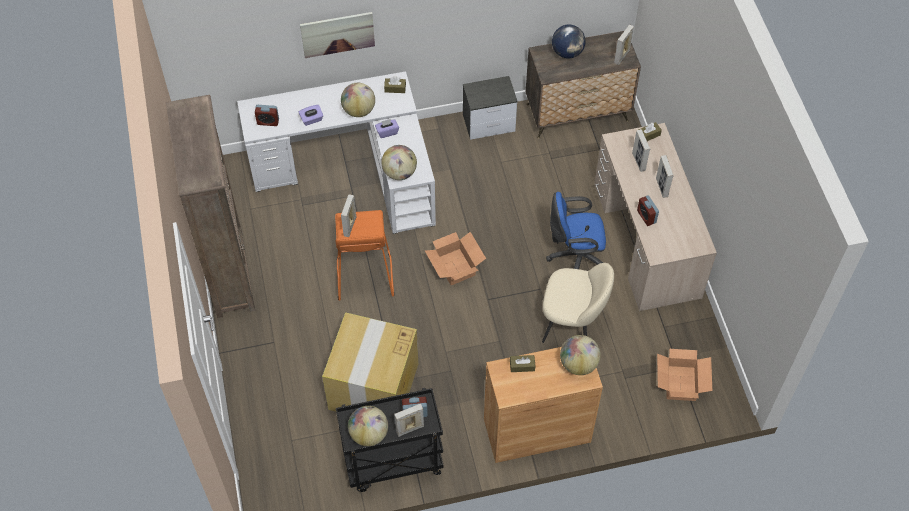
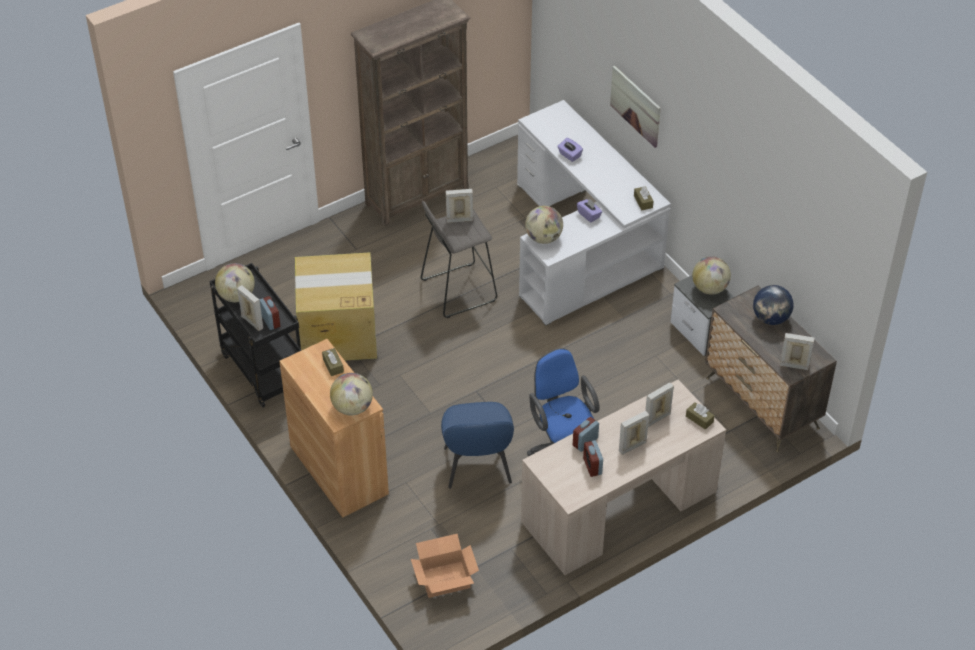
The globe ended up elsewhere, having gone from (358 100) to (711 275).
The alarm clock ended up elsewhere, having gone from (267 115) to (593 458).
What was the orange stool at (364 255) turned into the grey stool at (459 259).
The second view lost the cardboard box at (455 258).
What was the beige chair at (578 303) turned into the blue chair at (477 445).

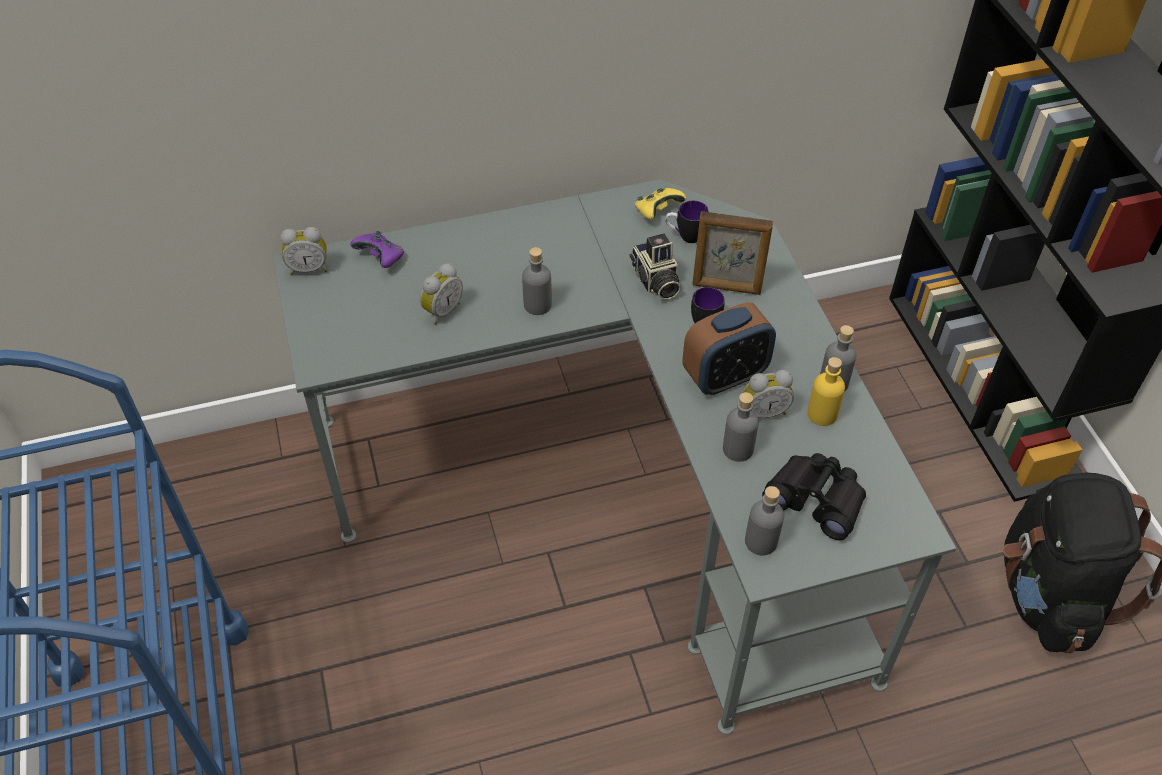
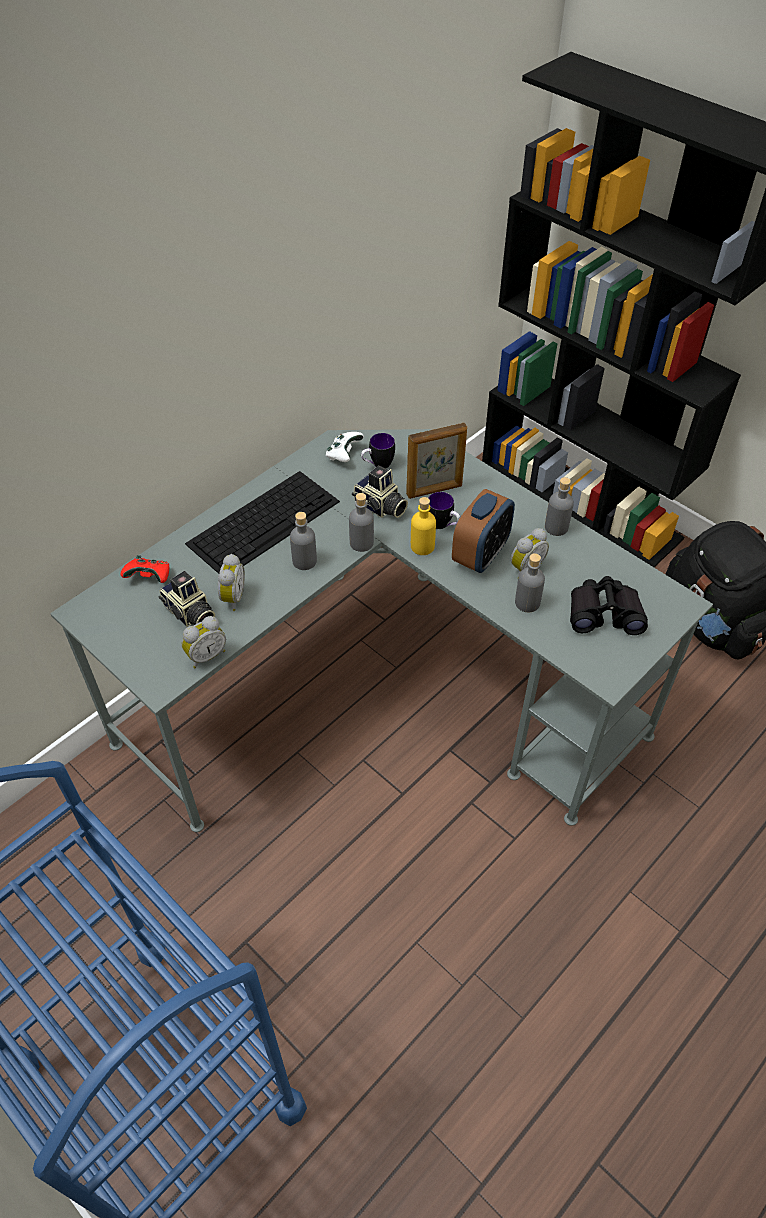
What was the yellow game controller at (660 204) turned into the white game controller at (345 447).
The alarm clock ended up elsewhere, having gone from (304 251) to (204 642).
What was the purple game controller at (377 249) turned into the red game controller at (145 569).
The yellow bottle ended up elsewhere, having gone from (826 391) to (423 526).
The grey bottle ended up elsewhere, having gone from (764 520) to (361 522).
The second view gained the keyboard at (262 522).
The second view gained the photo camera at (187 599).

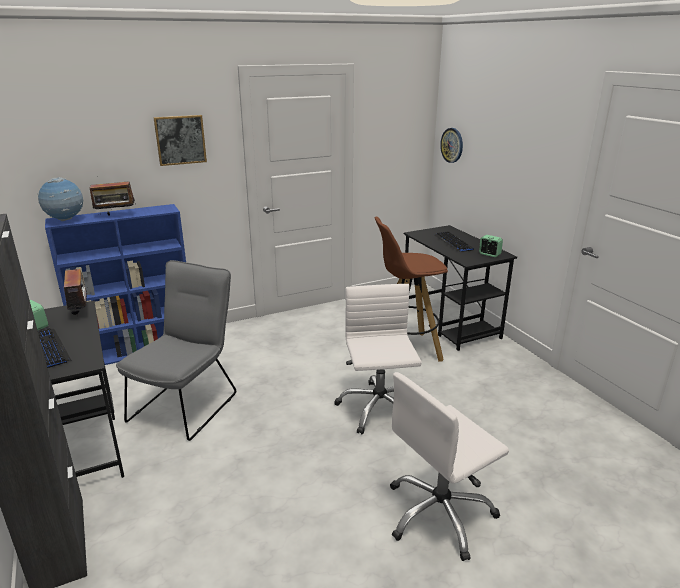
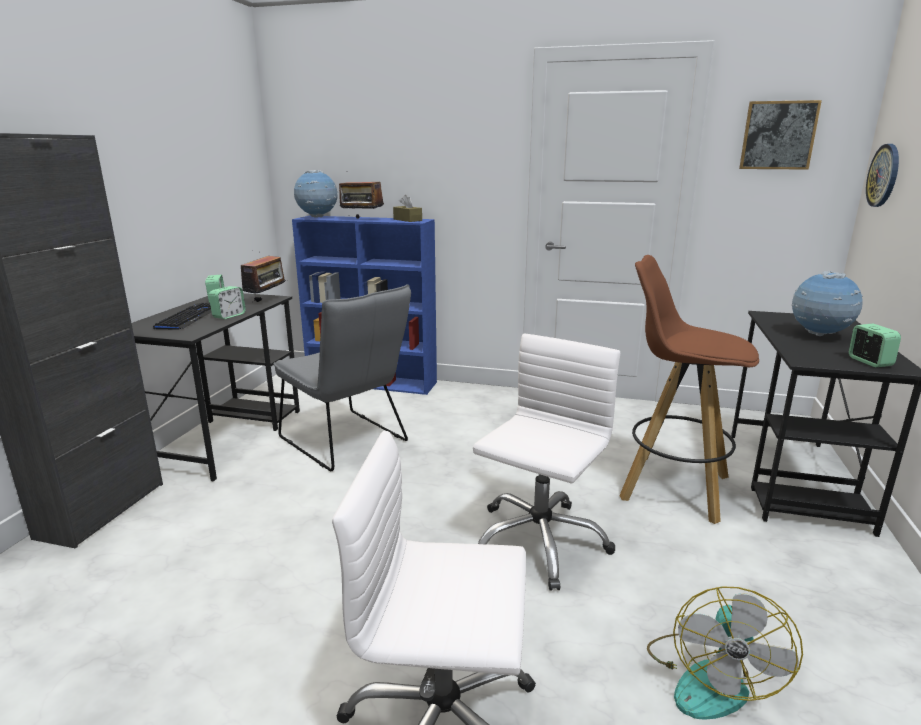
The picture ended up elsewhere, having gone from (180 140) to (780 135).
Where the keyboard stood at (454 241), the globe came to stand at (827 303).
The grey chair at (176 350) ended up facing another way, 75 degrees clockwise from before.
The second view gained the brown tissue box at (407 208).
The second view gained the alarm clock at (227 302).
The second view gained the fan at (725 653).

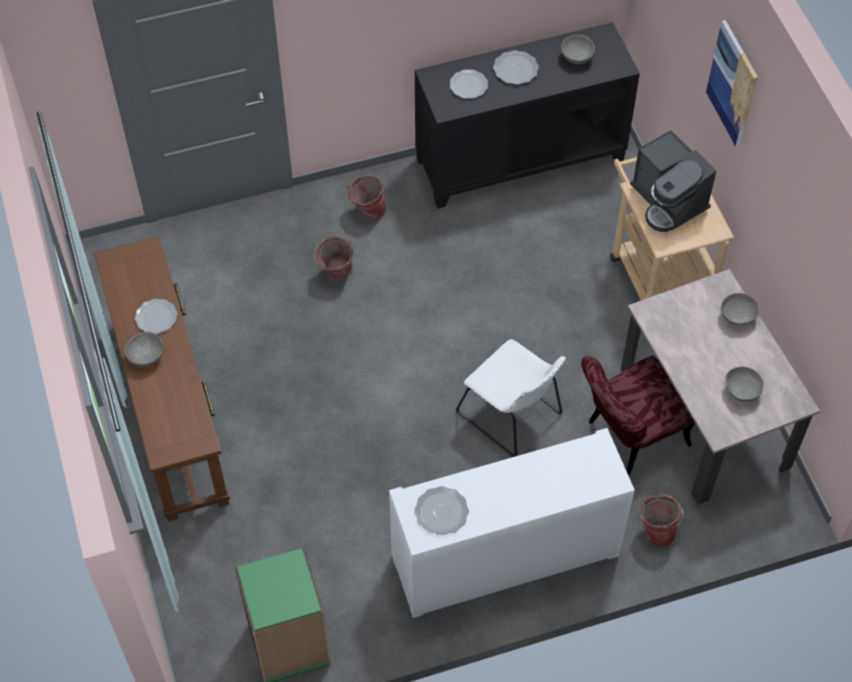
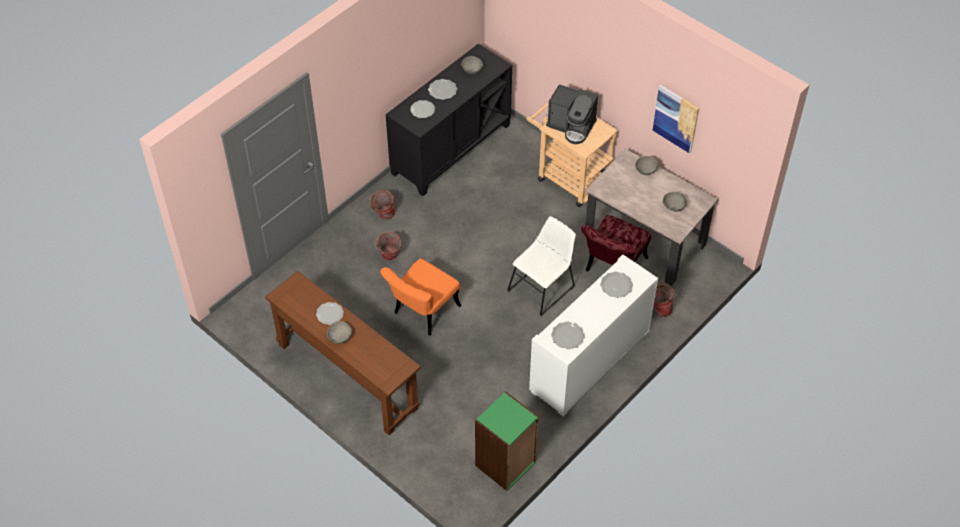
The picture ended up elsewhere, having gone from (732 84) to (676 119).
The white chair at (511 398) ended up facing another way, 60 degrees counterclockwise from before.
The second view gained the orange chair at (420 297).
The second view gained the plate at (616 285).

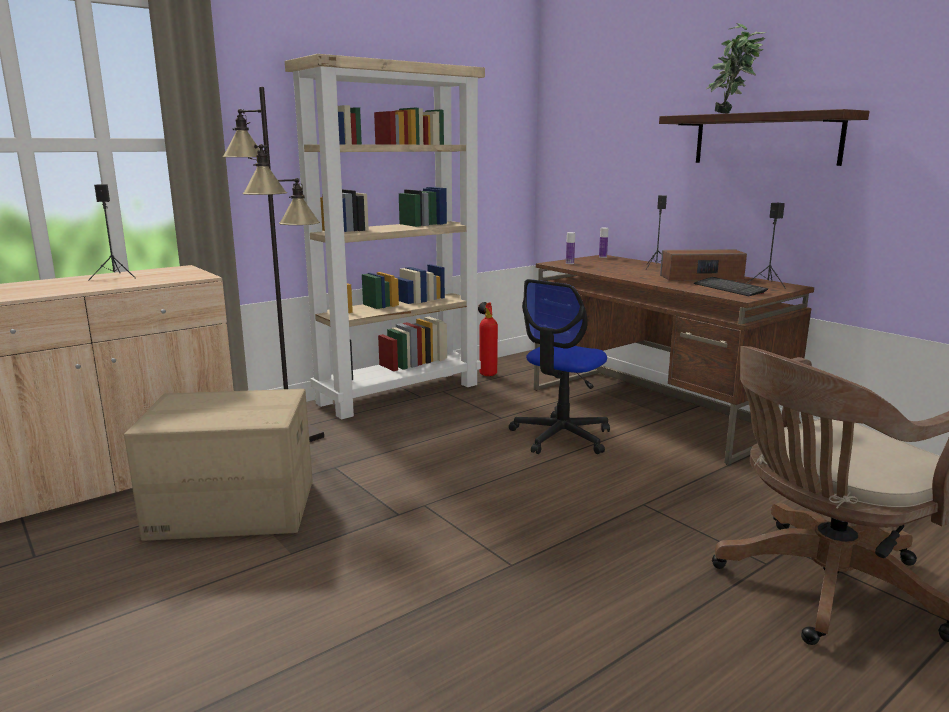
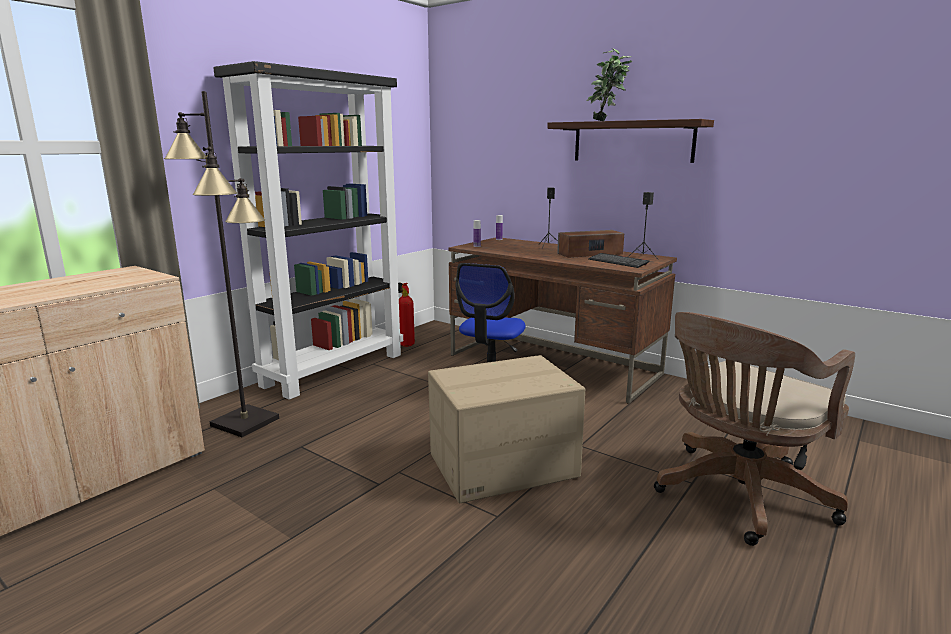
What was the beige bookcase at (385 236) turned into the black bookcase at (308 230).
The second view lost the black speaker at (112 232).
The cardboard box ended up elsewhere, having gone from (218 465) to (506 429).

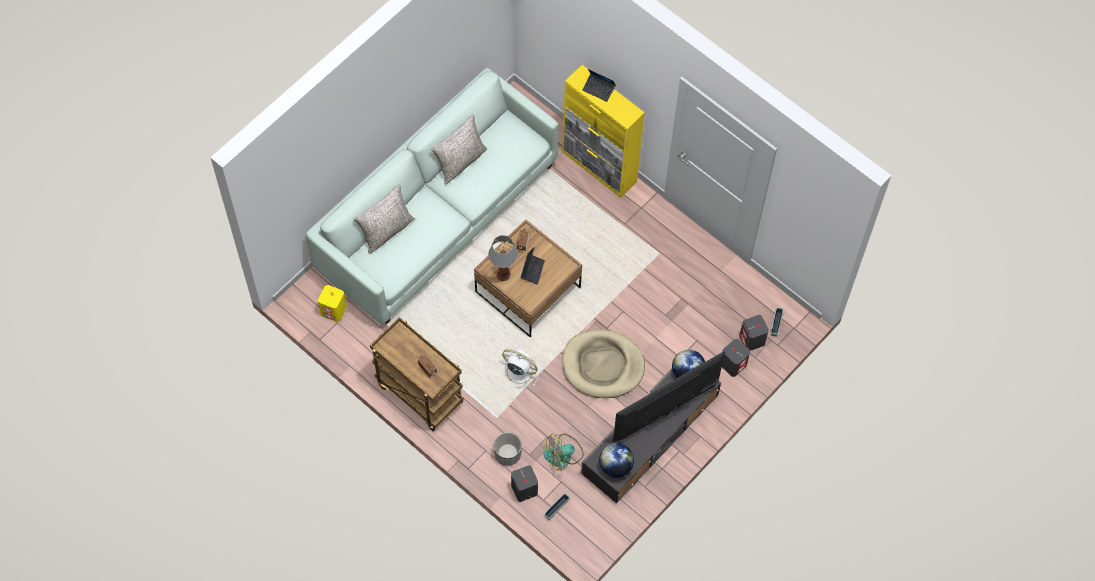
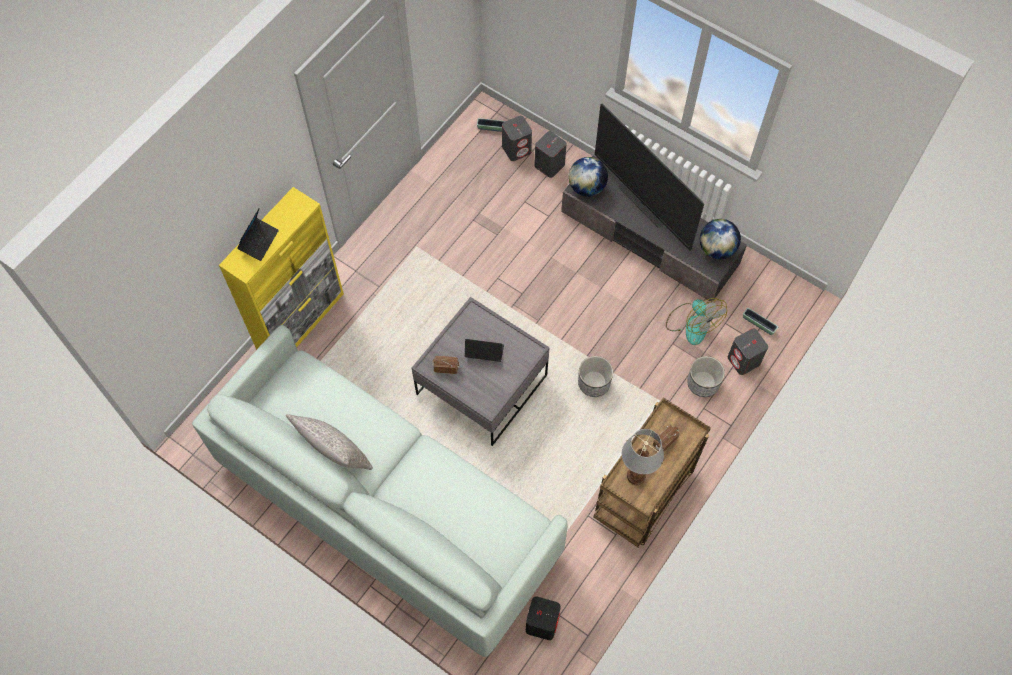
The second view lost the grey pillow at (384 219).
What was the brown coffee table at (528 278) turned into the grey coffee table at (480 371).
The table lamp ended up elsewhere, having gone from (503 258) to (643 457).
What was the yellow speaker at (332 303) turned into the black speaker at (543 618).
The second view lost the beige dog bed at (603 363).
Where the white fan stood at (519 368), the planter came to stand at (595 376).

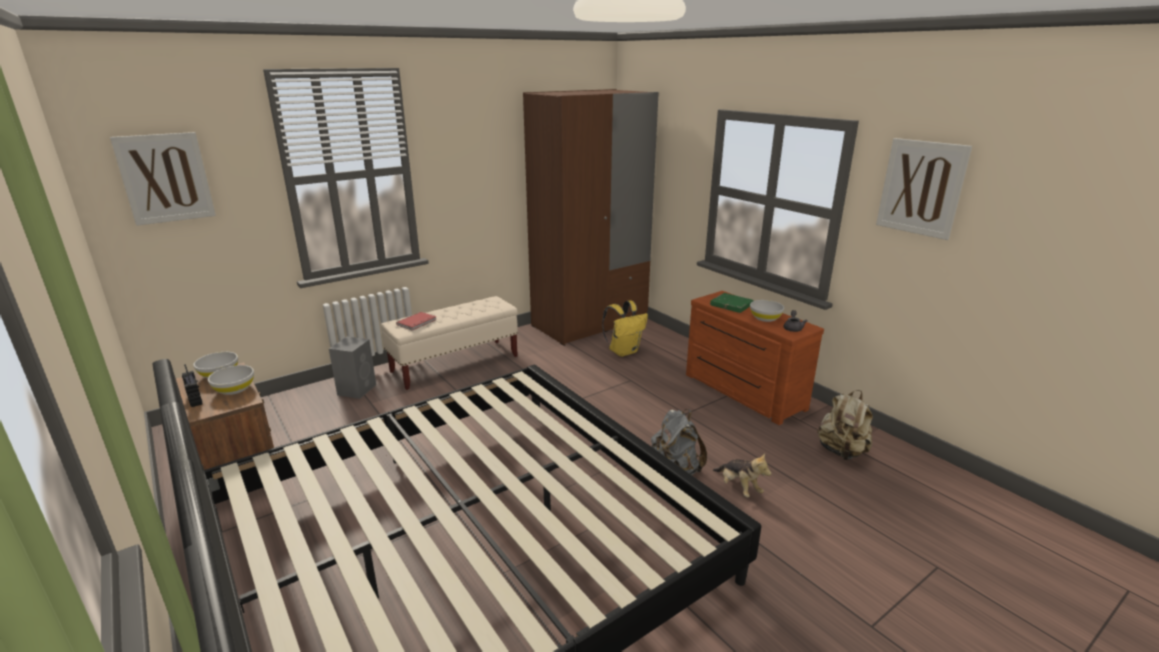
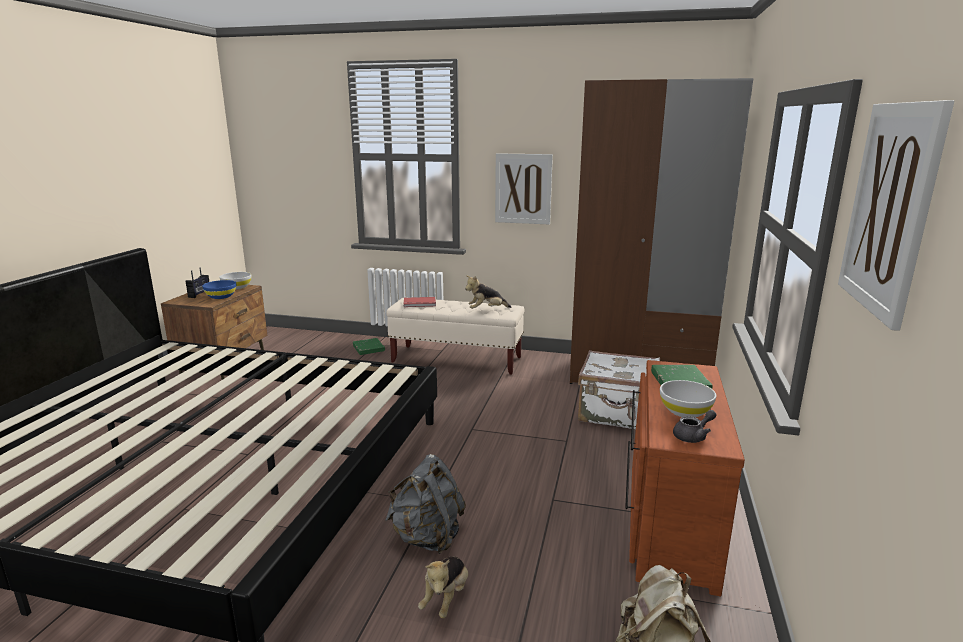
The picture ended up elsewhere, having gone from (163 179) to (524 189).
Where the yellow backpack stood at (625 328), the white suitcase came to stand at (619 389).
Where the grey speaker stood at (352 368), the green book came to stand at (369 346).
What was the white bowl at (231 380) turned into the blue bowl at (219 289).
The second view gained the plush toy at (488 292).

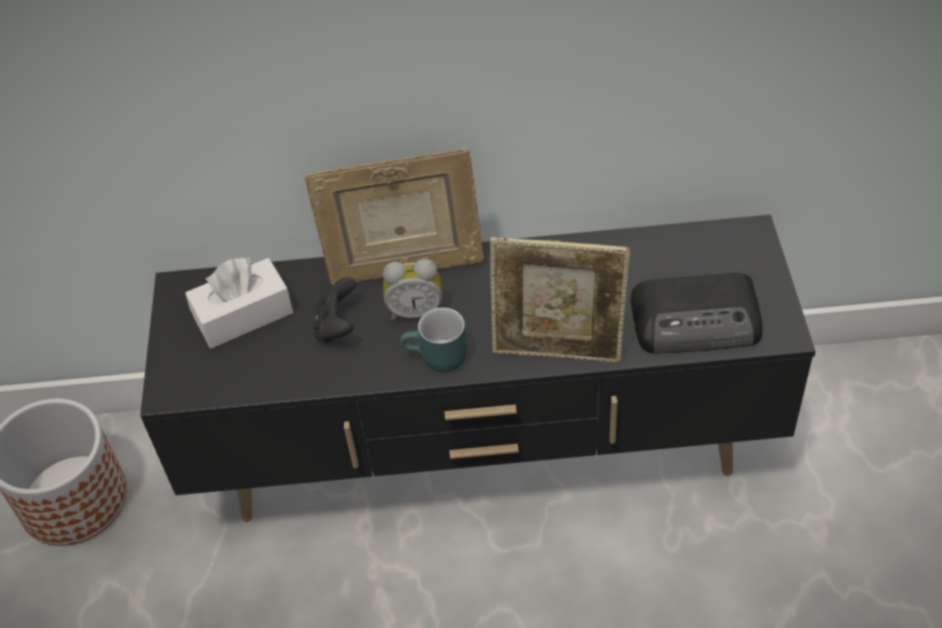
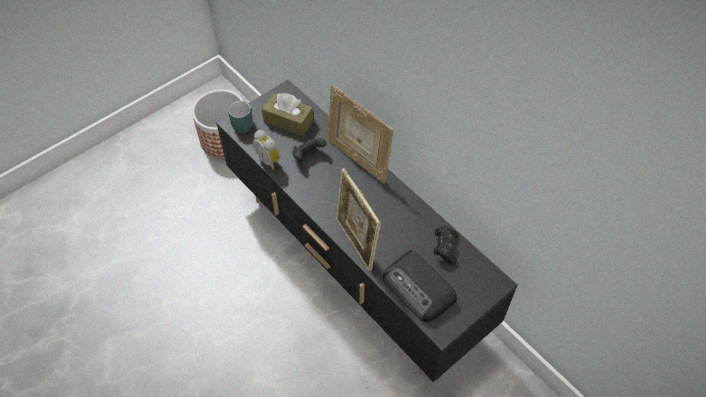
What was the white tissue box at (239 302) turned into the brown tissue box at (288 114).
The alarm clock ended up elsewhere, having gone from (412 290) to (266 150).
The turquoise mug ended up elsewhere, having gone from (433 339) to (240 117).
The second view gained the black game controller at (446 245).

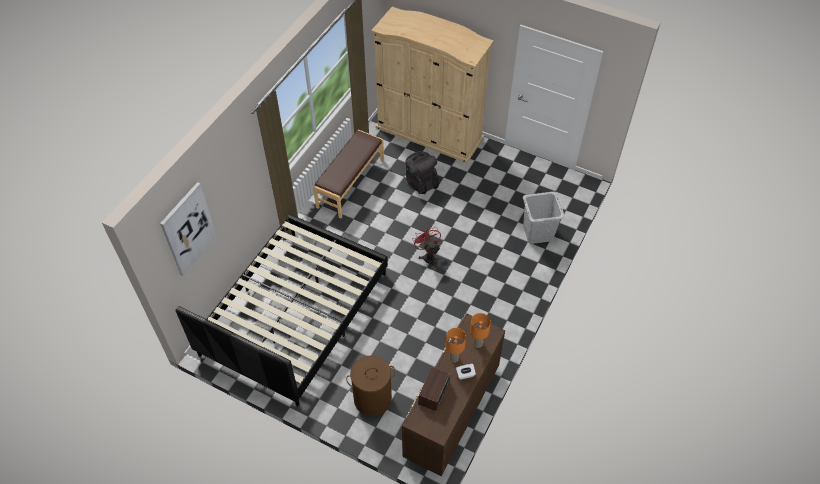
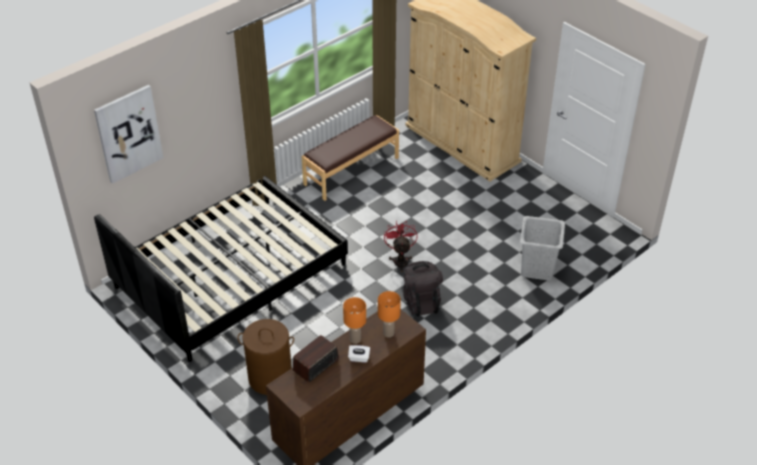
The black backpack ended up elsewhere, having gone from (422 172) to (423 289).

